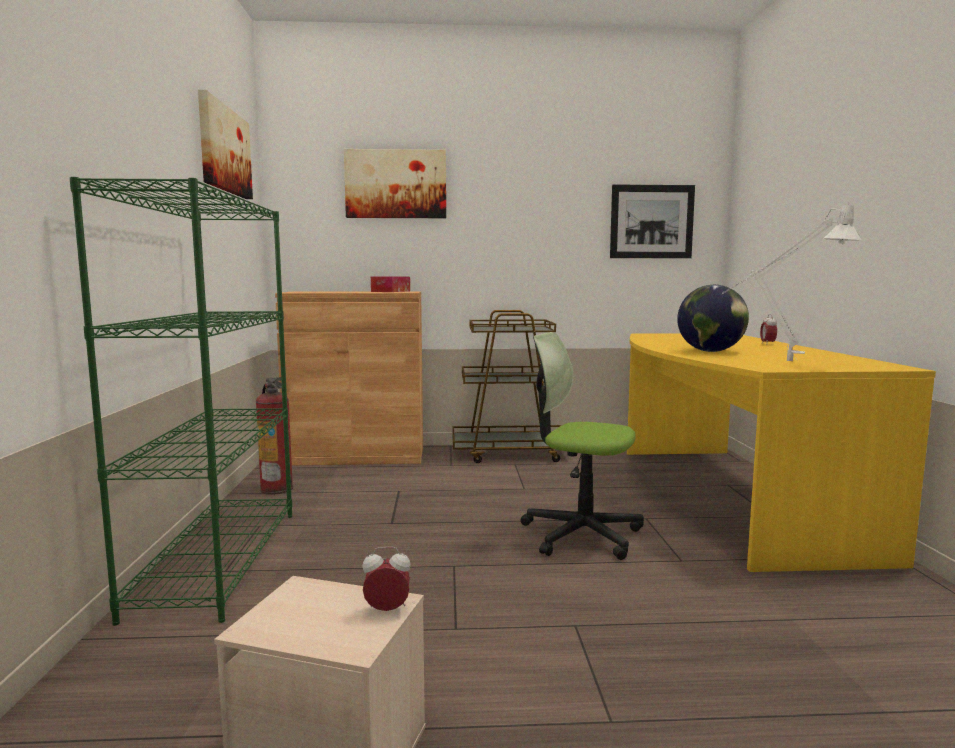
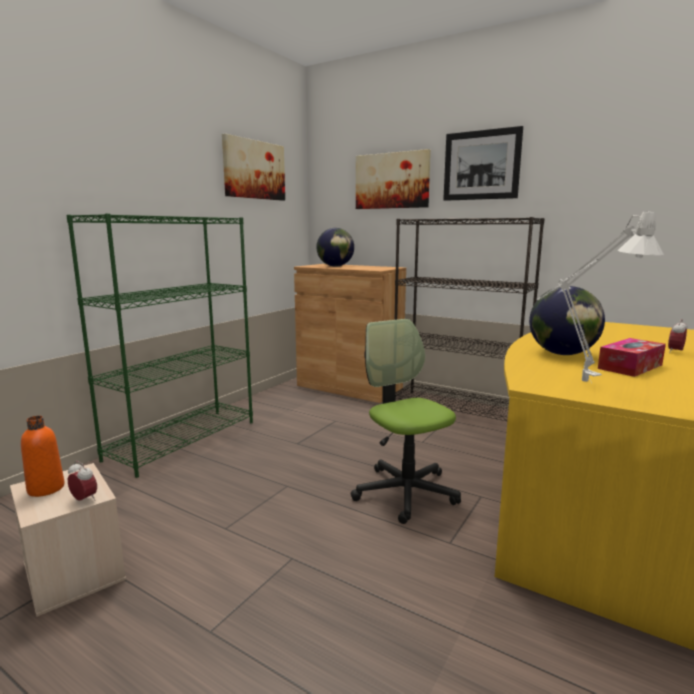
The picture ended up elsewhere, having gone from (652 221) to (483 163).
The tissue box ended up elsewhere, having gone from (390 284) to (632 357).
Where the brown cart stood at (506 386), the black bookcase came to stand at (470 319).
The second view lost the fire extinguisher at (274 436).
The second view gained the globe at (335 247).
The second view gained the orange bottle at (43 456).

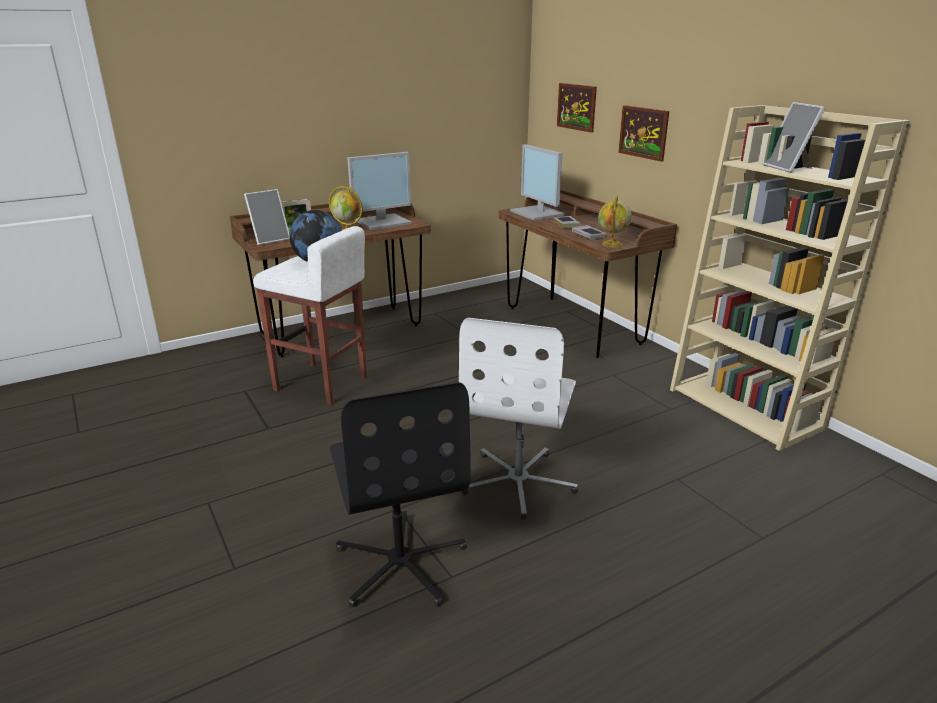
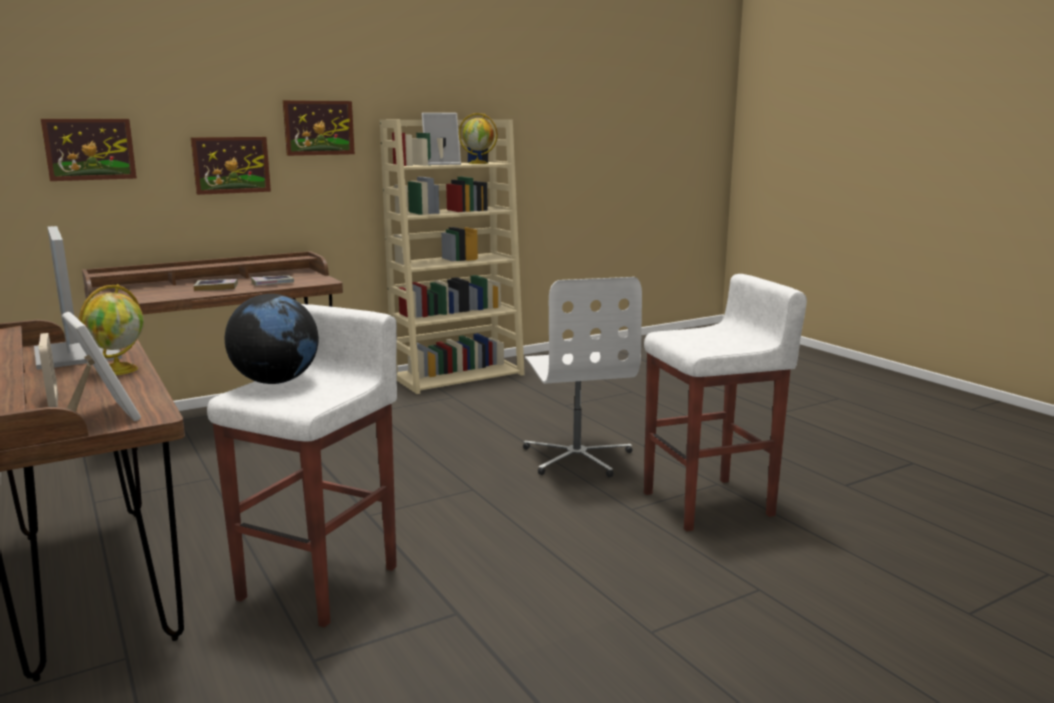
The second view lost the monitor at (537 182).
The globe ended up elsewhere, having gone from (615 221) to (478 138).
The white office chair at (518 419) ended up facing another way, 60 degrees clockwise from before.
Where the black office chair stood at (400 494), the white stool came to stand at (725 402).
The second view gained the picture at (319 128).

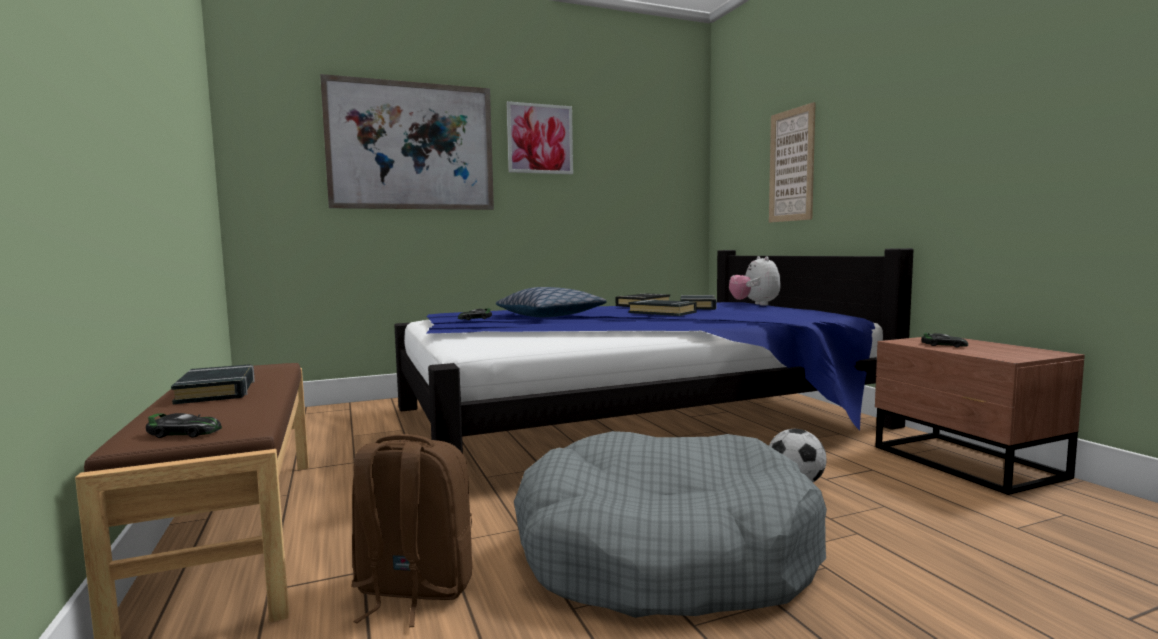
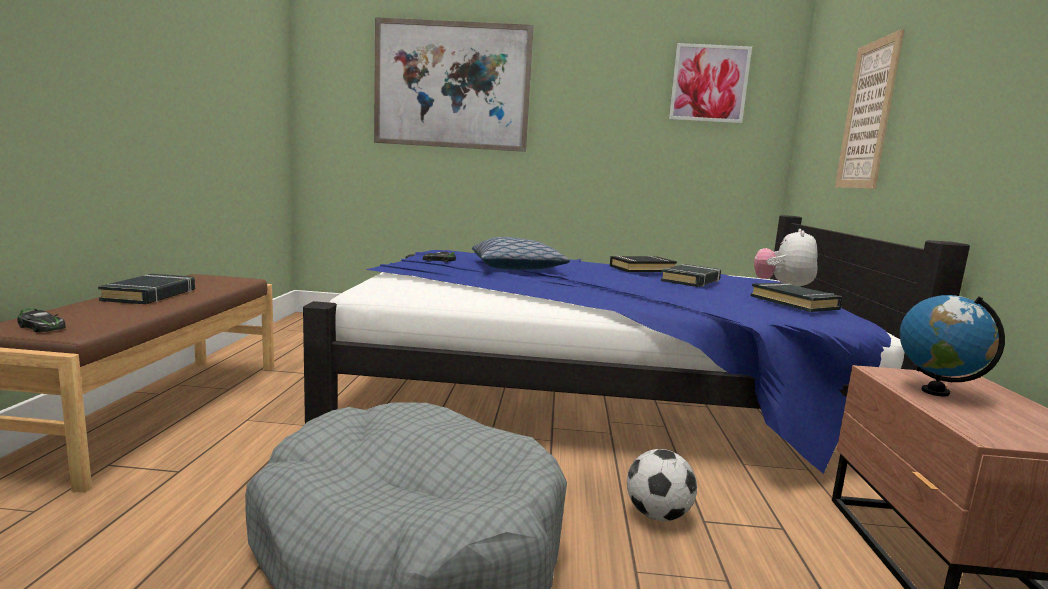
The picture ended up elsewhere, having gone from (539 137) to (710 83).
The black book ended up elsewhere, having gone from (663 307) to (797 297).
Where the toy car stood at (944 340), the globe came to stand at (952 345).
The second view lost the brown backpack at (411 531).

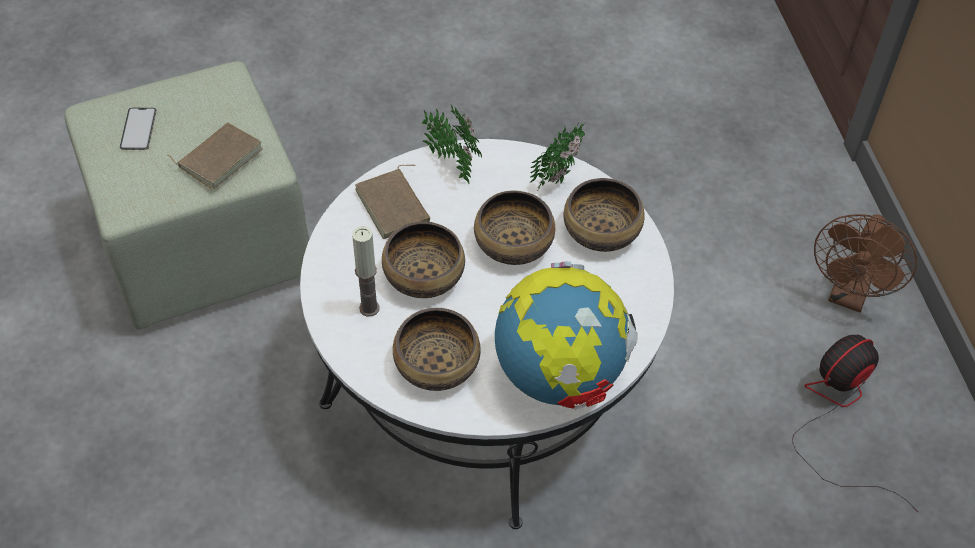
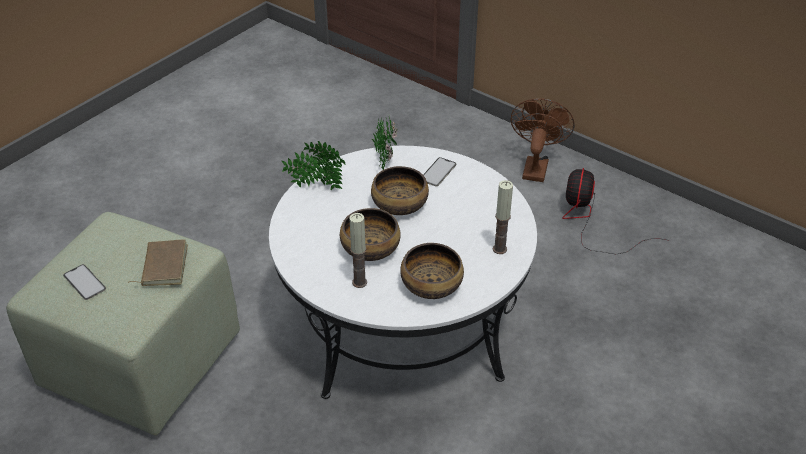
The second view lost the brown book at (392 202).
Where the bowl stood at (604 215), the phone came to stand at (439 172).
The brown fan at (865 263) ended up facing another way, 150 degrees counterclockwise from before.
Where the globe stood at (566 336), the candle came to stand at (503 217).

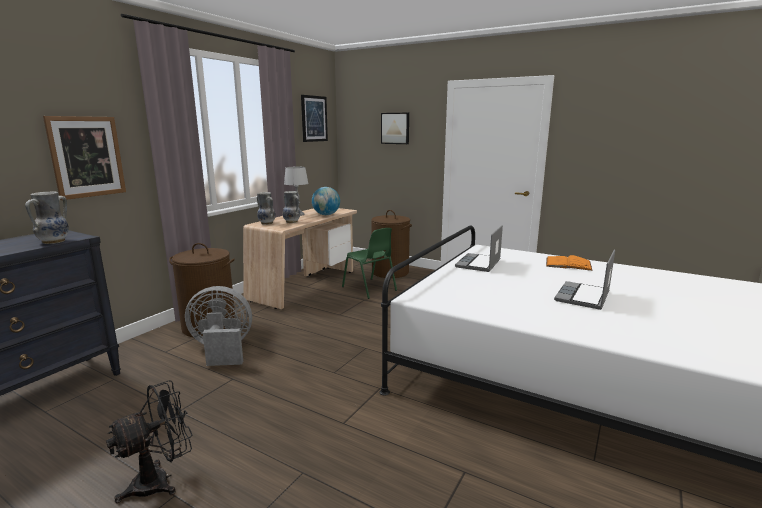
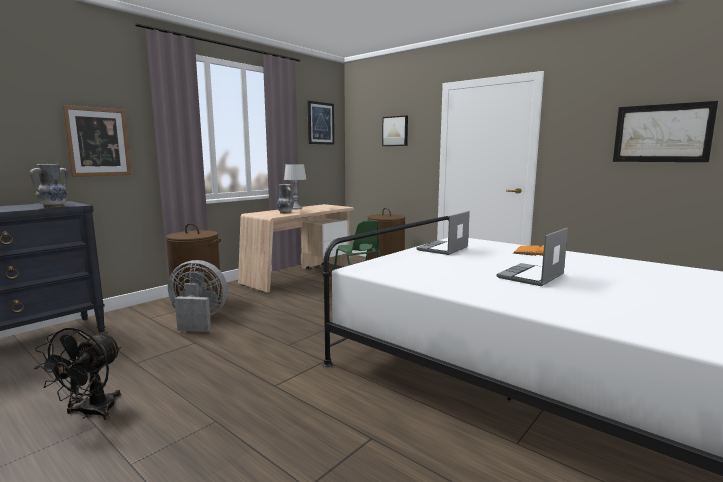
The second view lost the globe at (326 201).
The second view lost the vase at (266 208).
The black fan at (149 441) ended up facing another way, 135 degrees clockwise from before.
The second view gained the picture at (665 131).

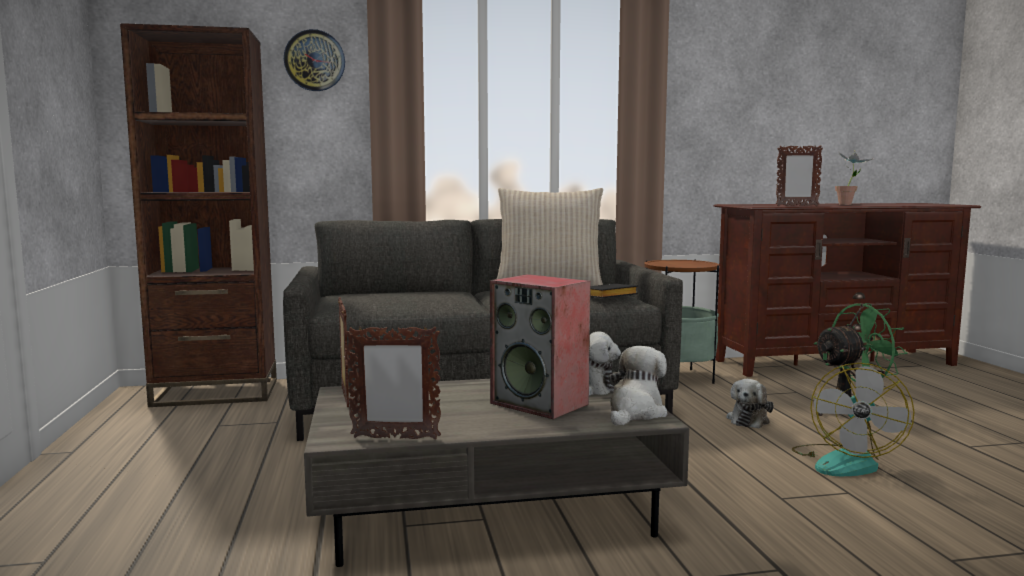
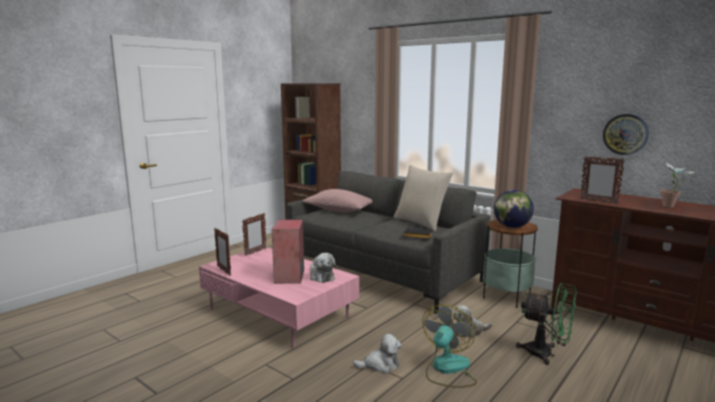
The wall clock ended up elsewhere, having gone from (314 60) to (626 134).
The plush toy ended up elsewhere, having gone from (638 386) to (377 353).
The fan at (853 419) ended up facing another way, 135 degrees clockwise from before.
What was the grey coffee table at (496 469) turned into the pink coffee table at (279 297).
The second view gained the pink pillow at (337 200).
The second view gained the globe at (514 209).

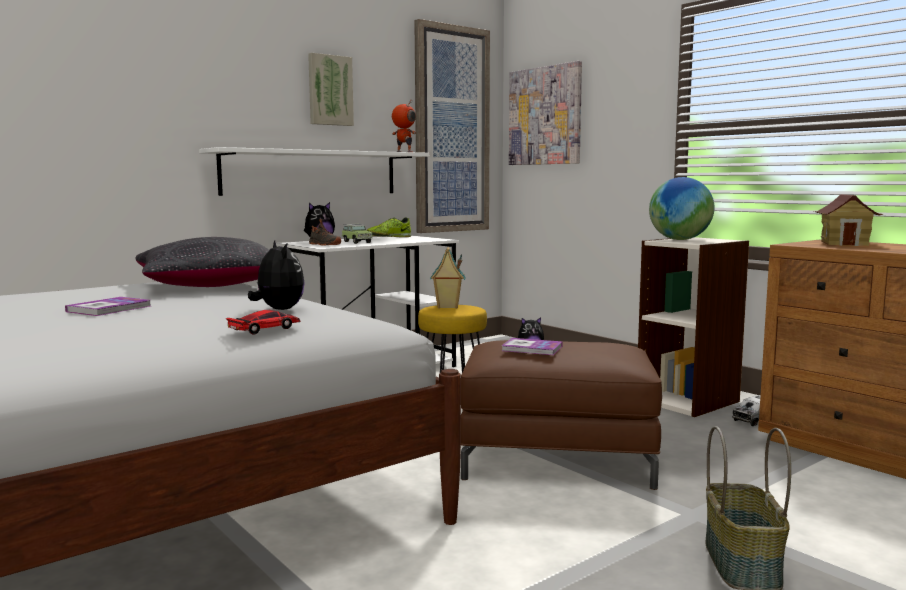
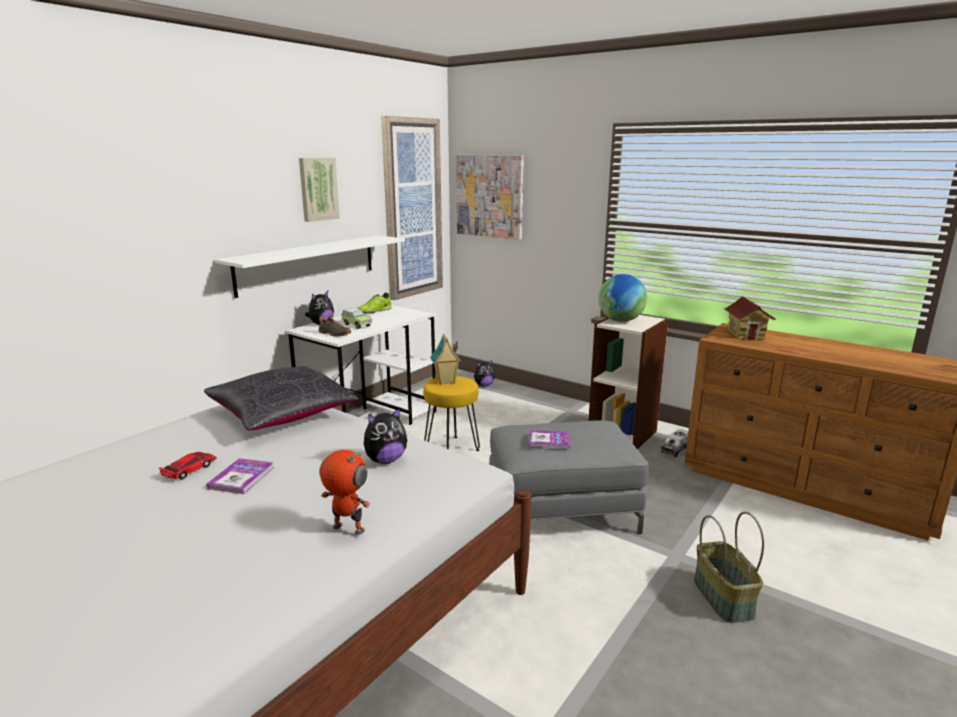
The toy robot ended up elsewhere, having gone from (404 126) to (344 492).
The plush toy at (276 275) ended up facing another way, 105 degrees clockwise from before.
The toy car ended up elsewhere, having gone from (263 322) to (188 466).
What was the brown ottoman at (561 415) turned into the grey ottoman at (568 477).

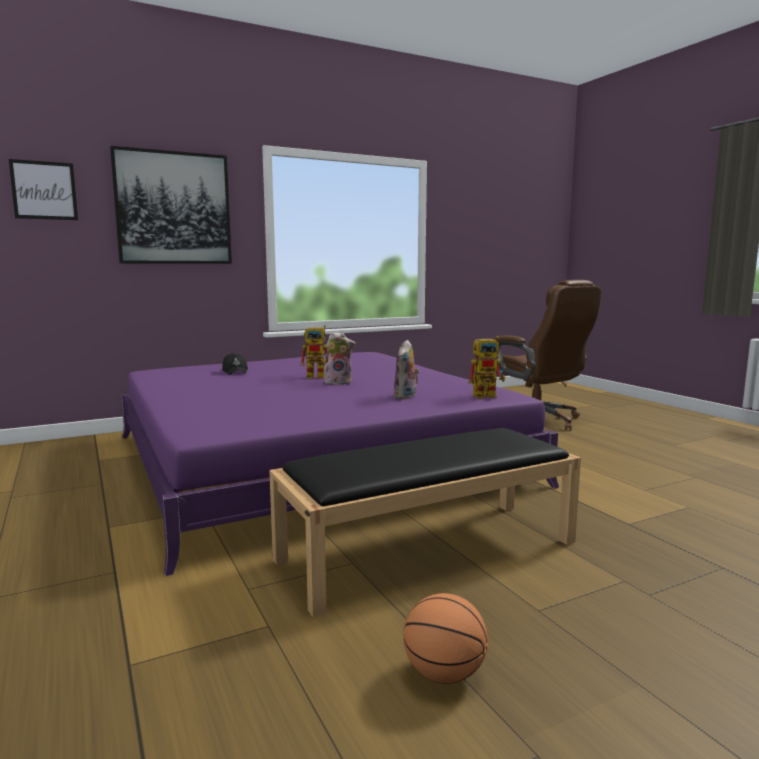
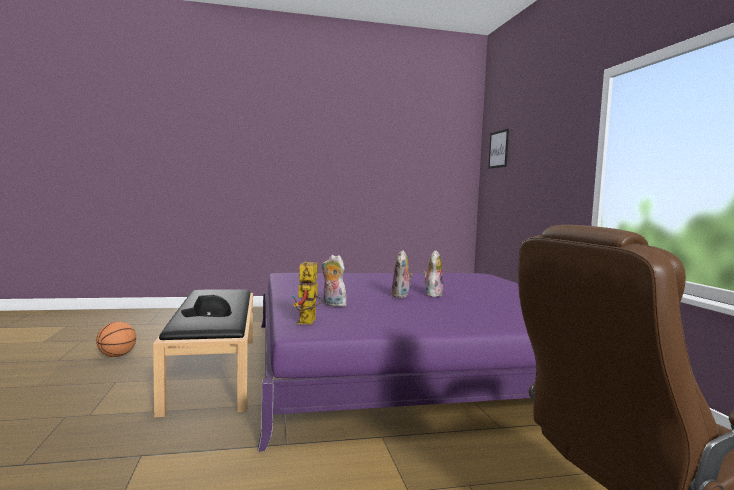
The second view lost the picture at (171 205).
Where the toy robot stood at (314 351), the plush toy came to stand at (433 273).
The black cap ended up elsewhere, having gone from (235 364) to (206 306).

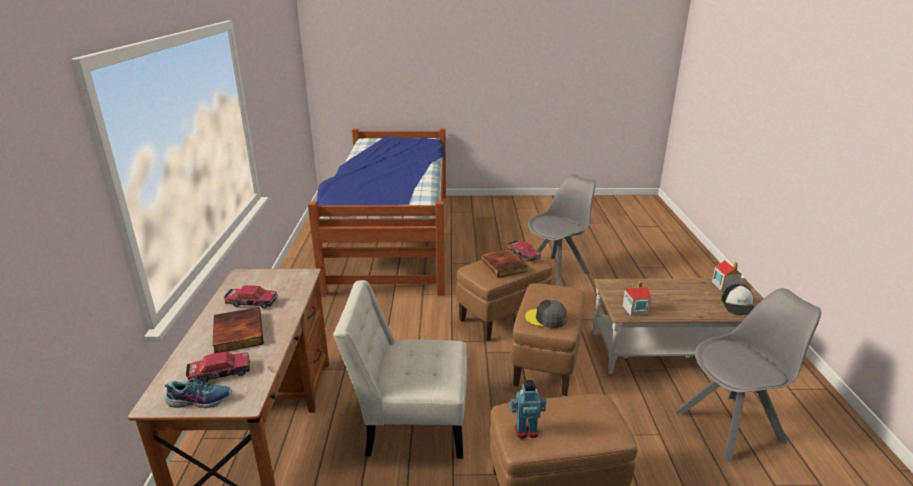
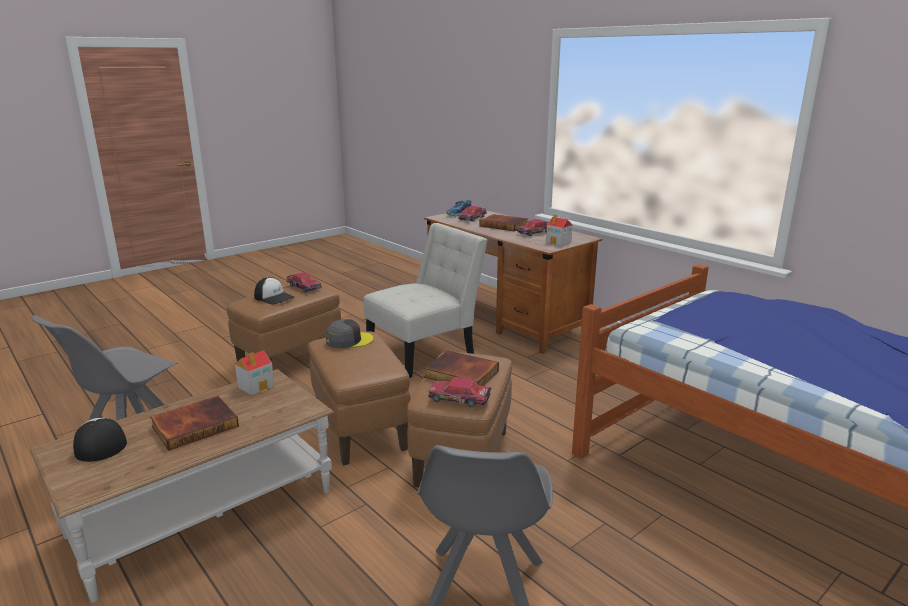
The toy house ended up elsewhere, having gone from (727 275) to (559 230).
Where the toy robot stood at (527 409), the toy car came to stand at (304 282).
The second view gained the cap at (274 291).
The second view gained the book at (194 423).

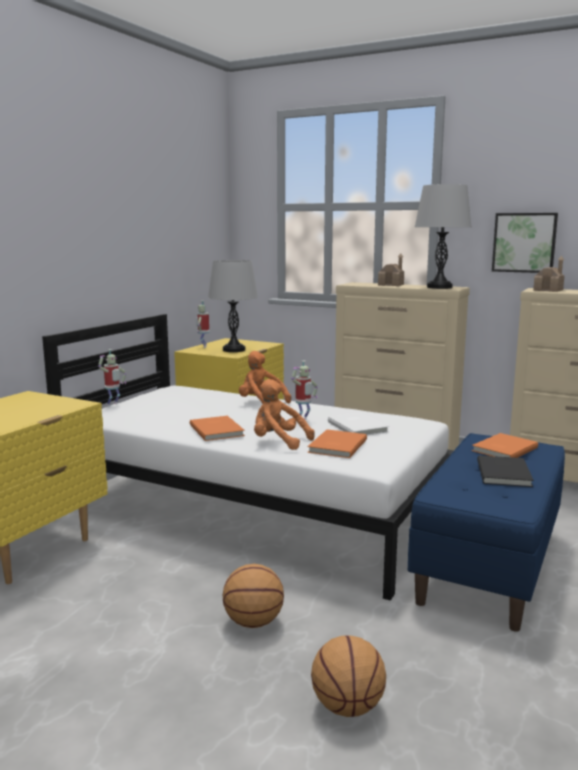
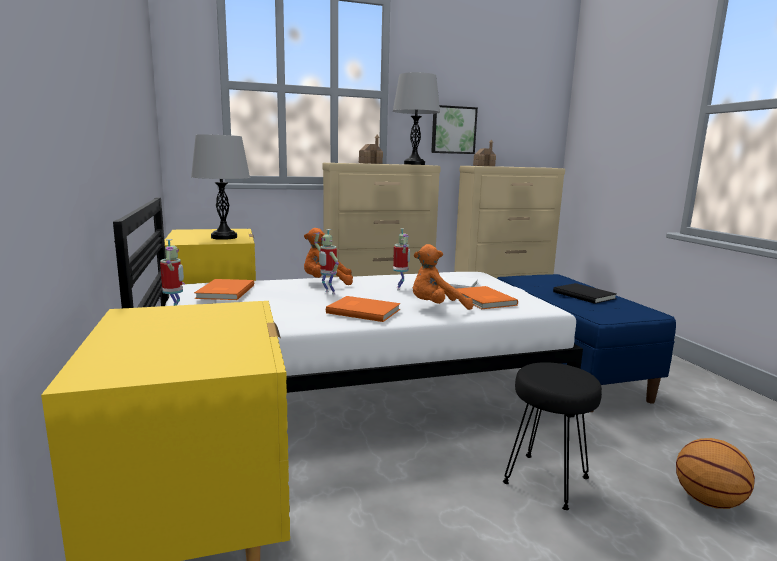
The toy robot ended up elsewhere, having gone from (202 324) to (326 262).
The orange book ended up elsewhere, having gone from (505 445) to (224 289).
Where the basketball stood at (253 596), the black stool came to stand at (552 436).

